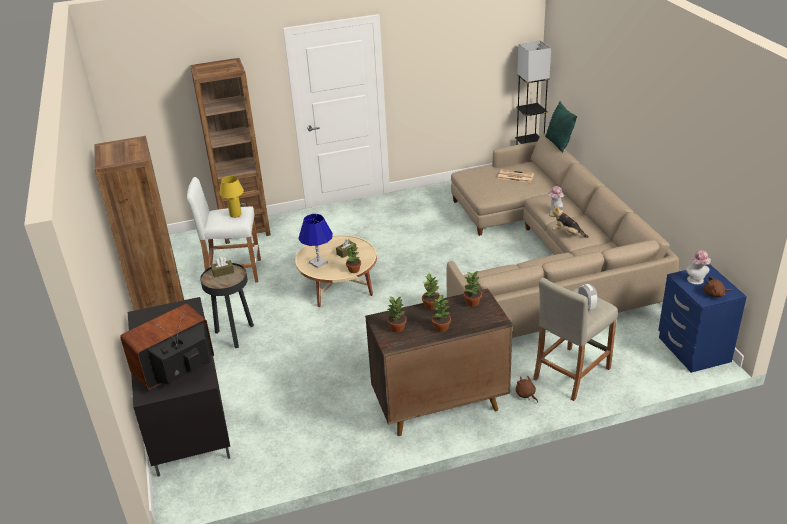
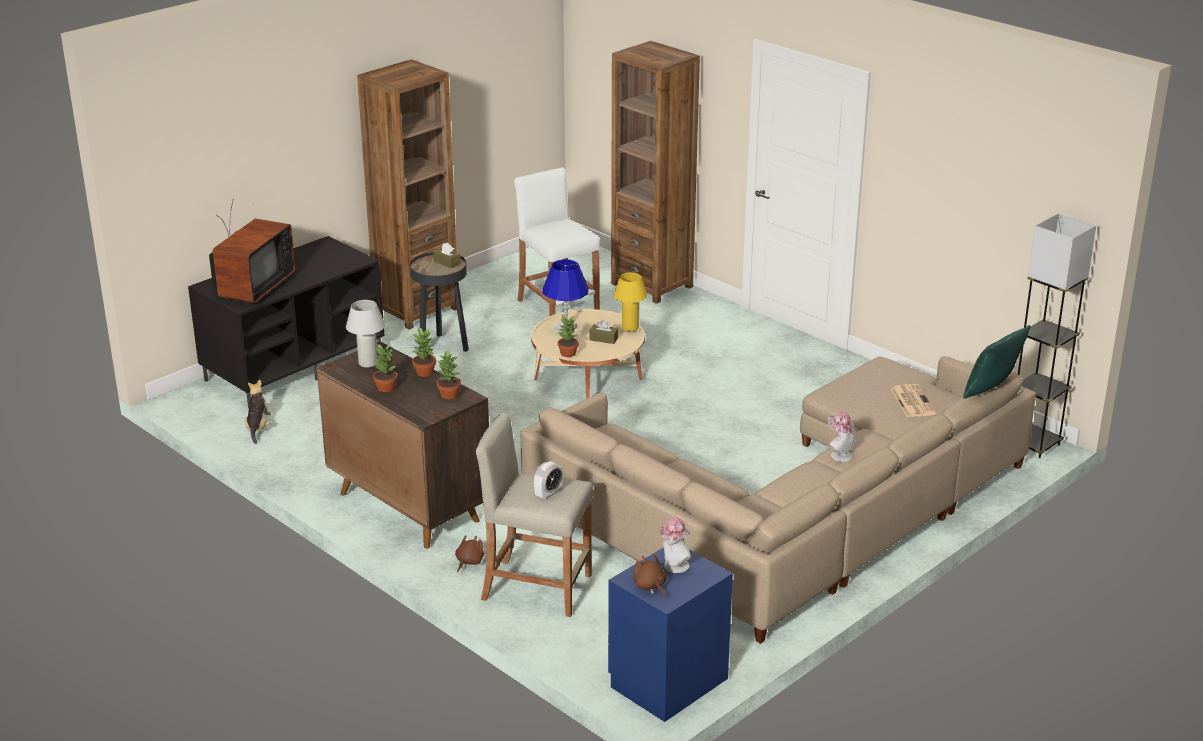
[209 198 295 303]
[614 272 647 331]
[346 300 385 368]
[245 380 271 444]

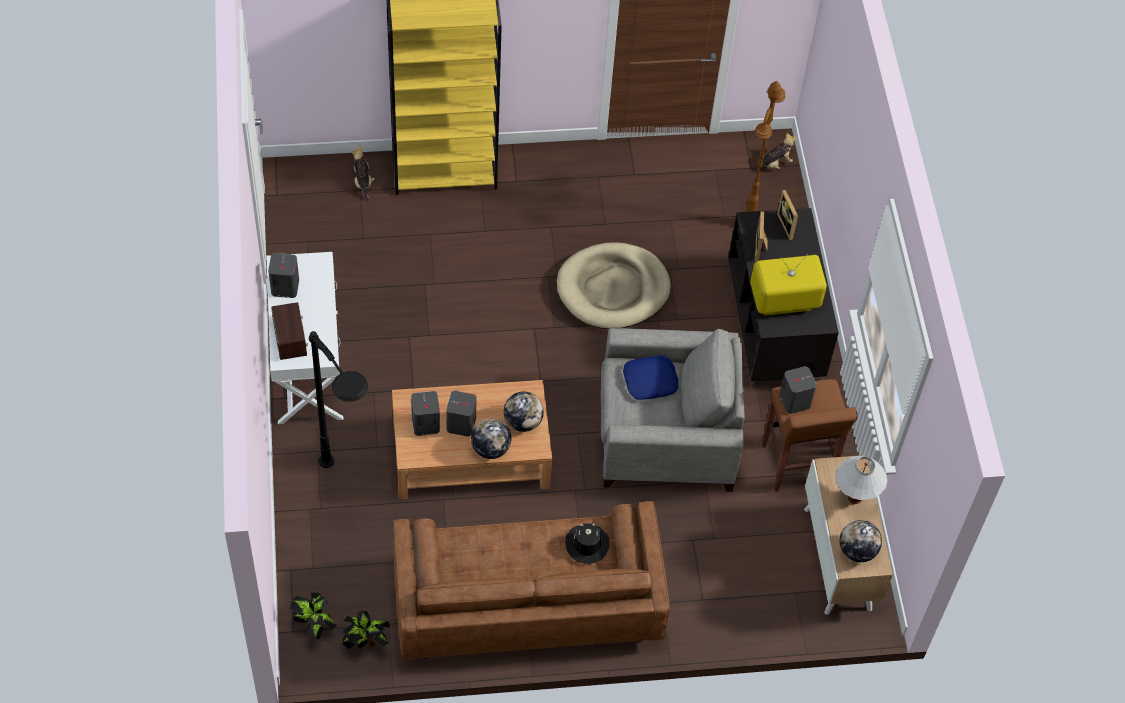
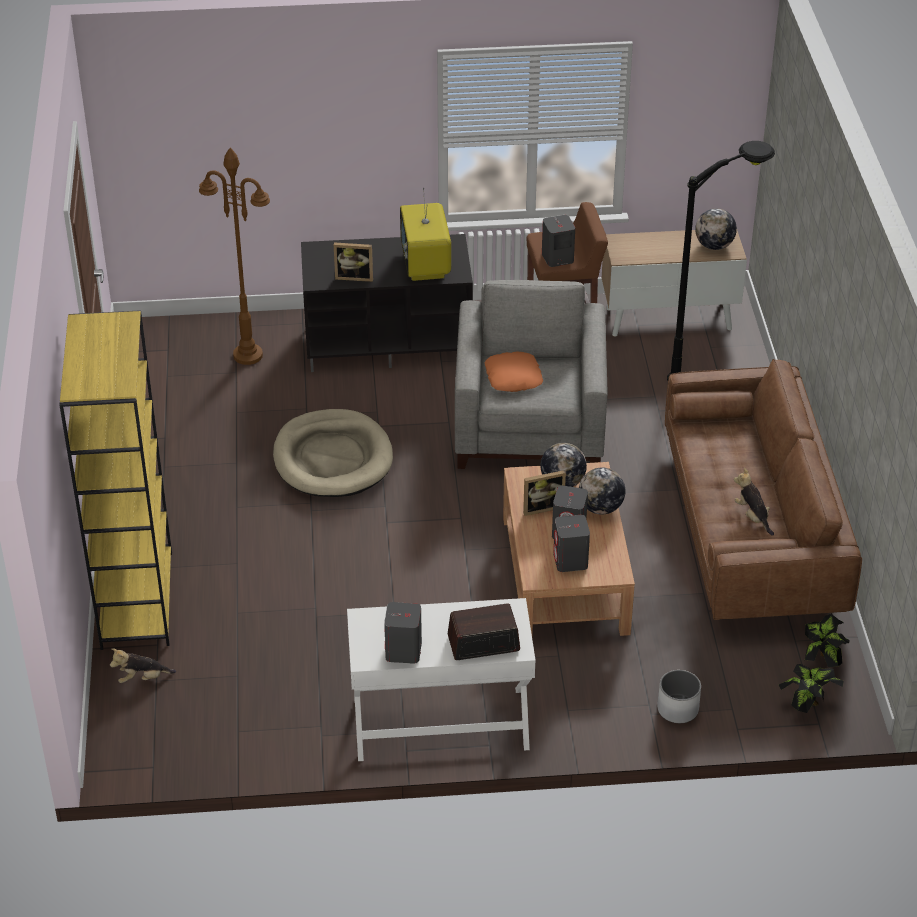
[667 141 775 380]
[565 523 610 564] (first image)
[485 352 543 392]
[734 468 774 536]
[523 470 566 516]
[836 456 887 504] (first image)
[657 670 701 723]

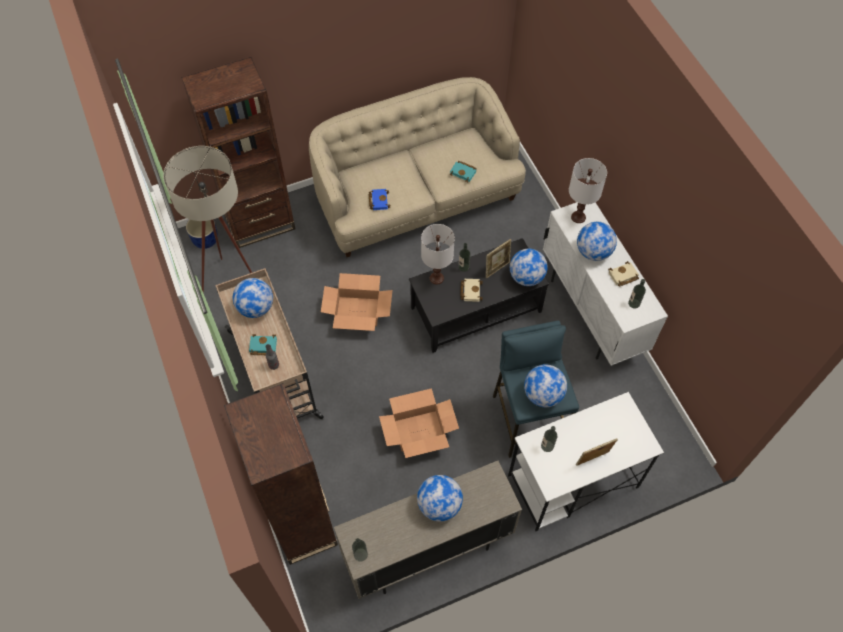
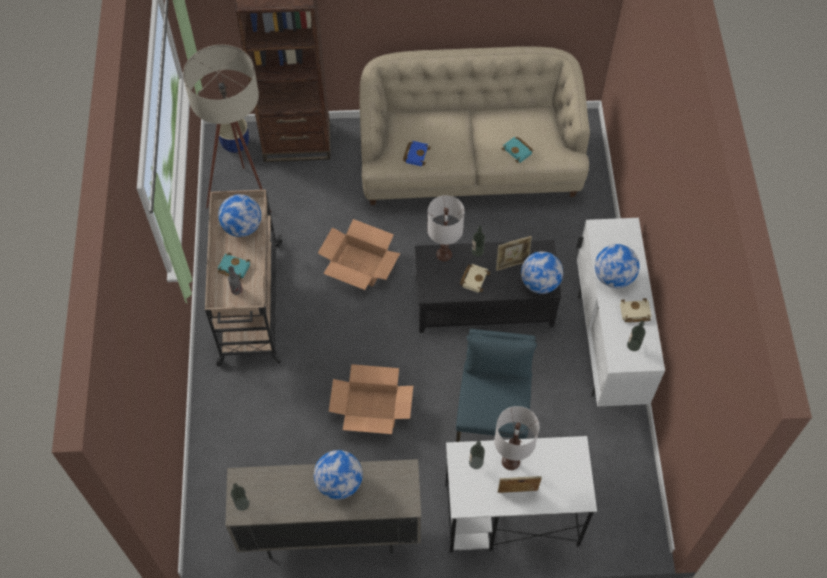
[224 383 338 565] (first image)
[524 364 567 407] (first image)
[494 406 539 470]

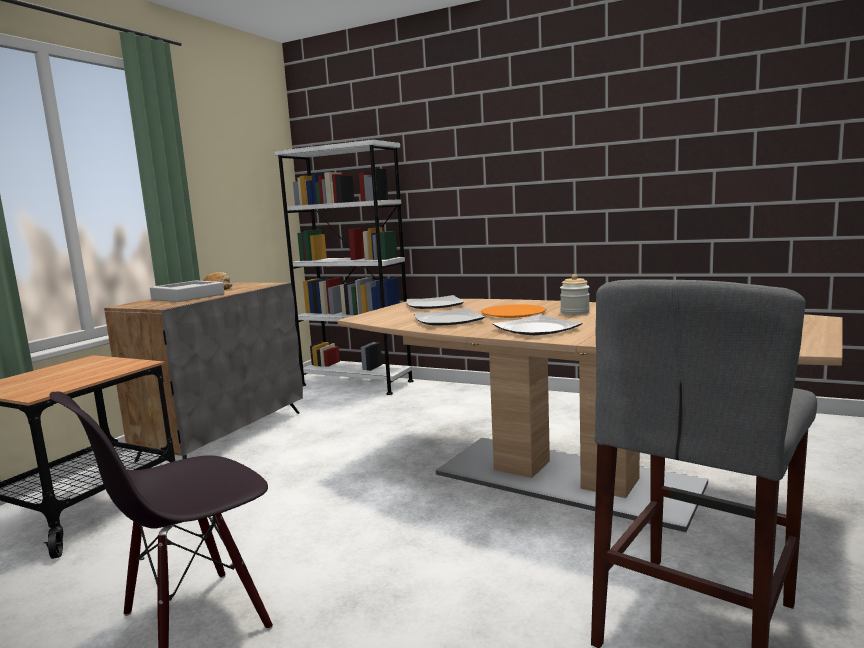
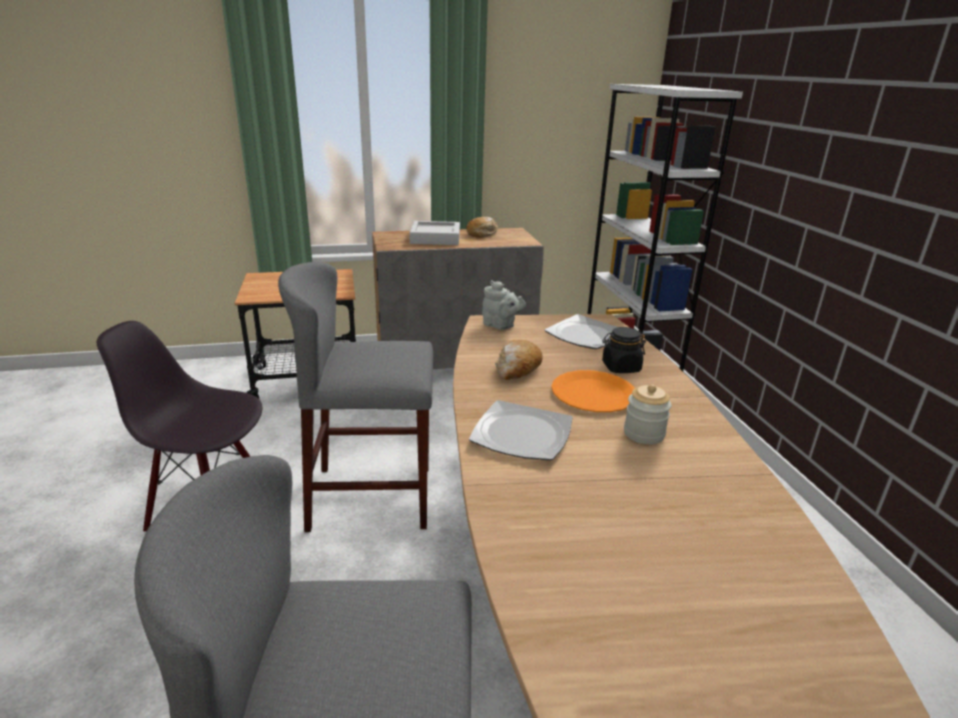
[495 340 543 380]
[278 262 433 532]
[482 280 526 330]
[602 327 646 373]

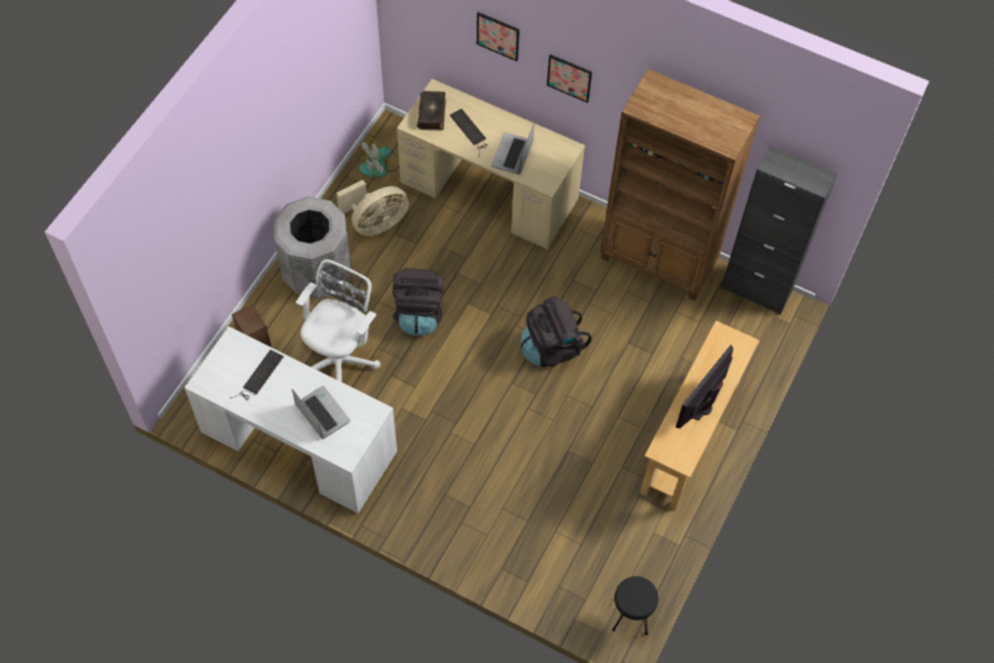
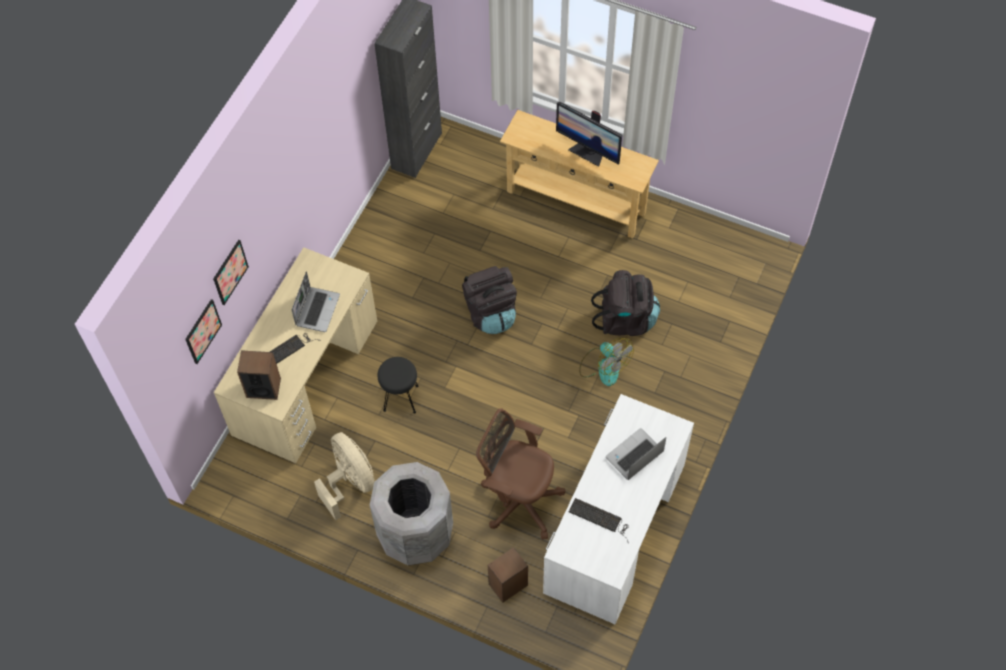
[476 408 565 540]
[579 338 634 386]
[591 270 660 336]
[237 350 281 400]
[292 271 340 332]
[185 299 222 364]
[600 69 760 301] (first image)
[378 357 418 413]

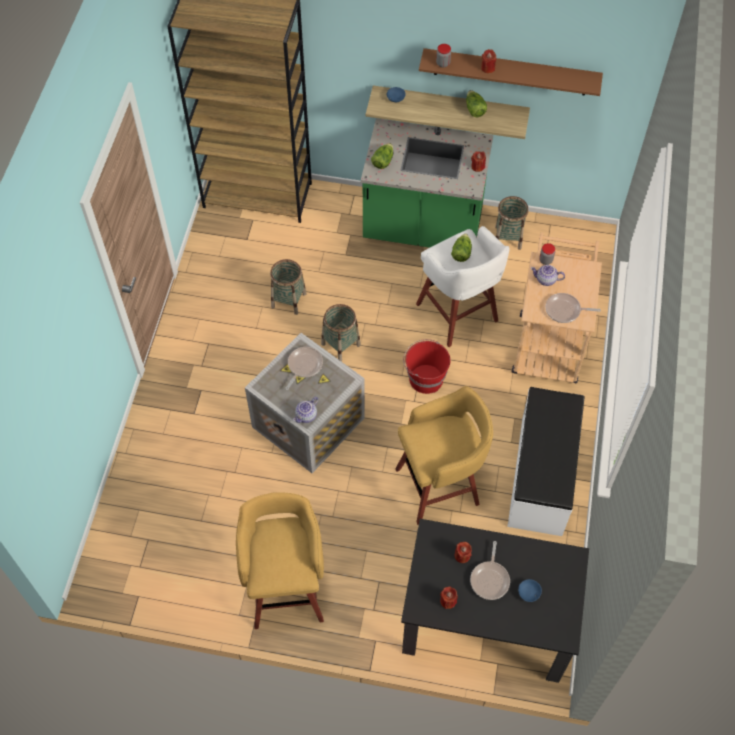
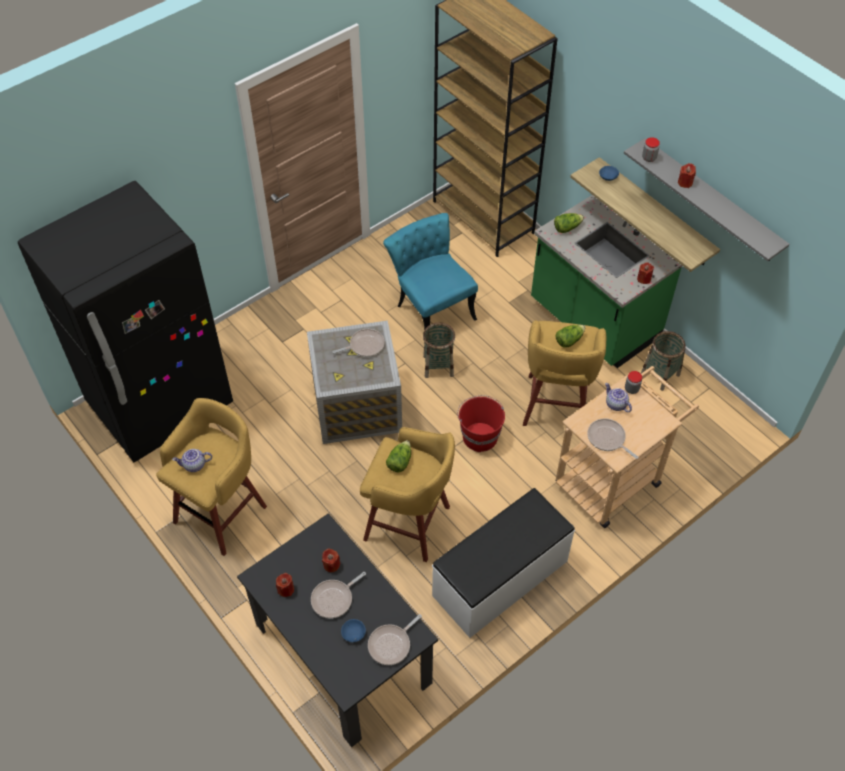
[383 213 478 330]
[172 449 212 472]
[523 320 606 426]
[624 138 789 261]
[386 440 411 472]
[18 181 233 462]
[368 614 422 665]

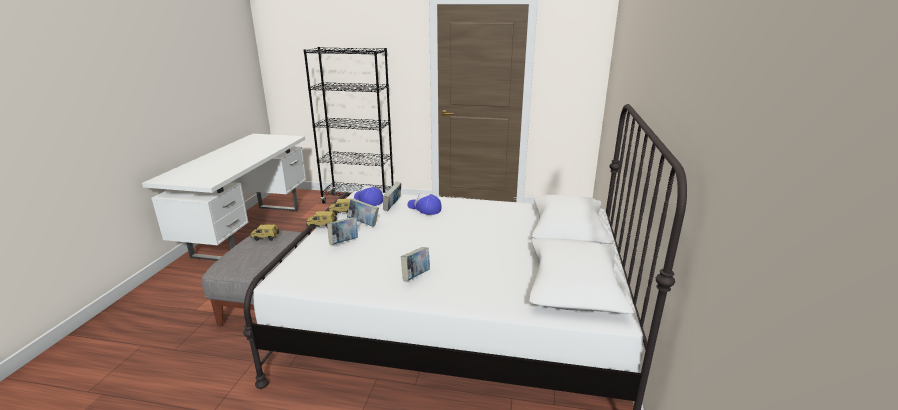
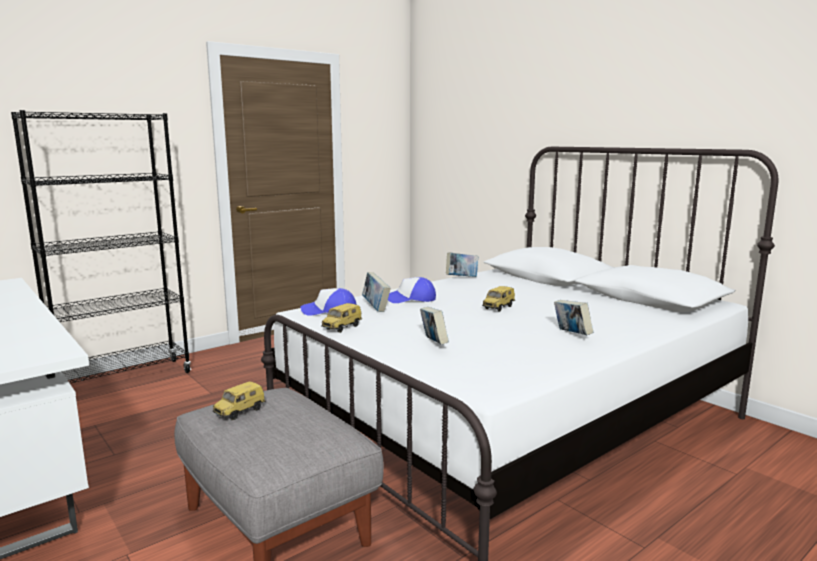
[482 286 515 312]
[446 252 478 277]

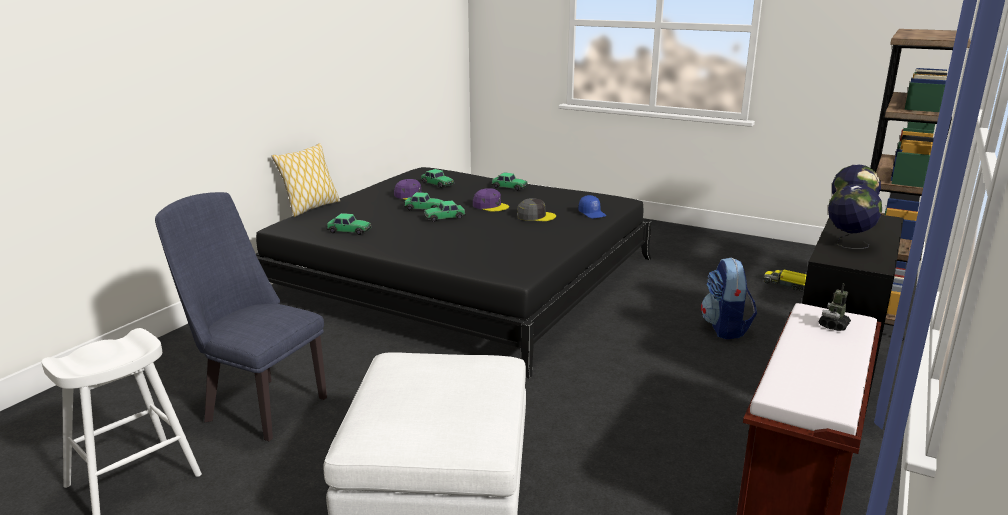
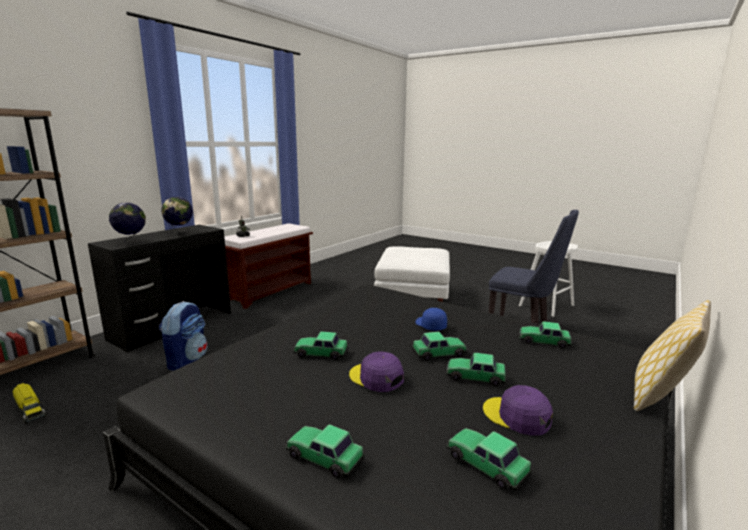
[293 332 348 360]
[415 308 447 331]

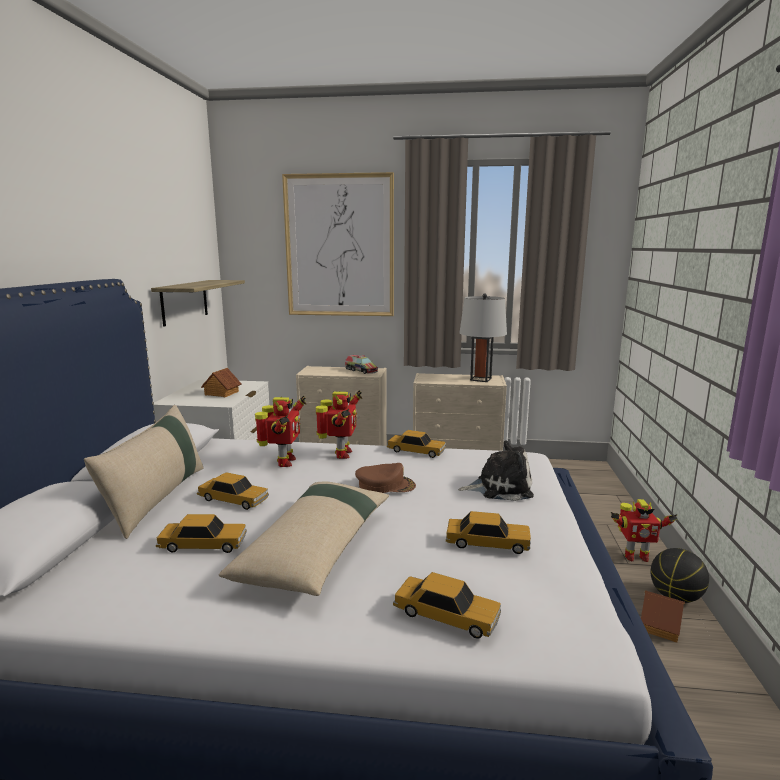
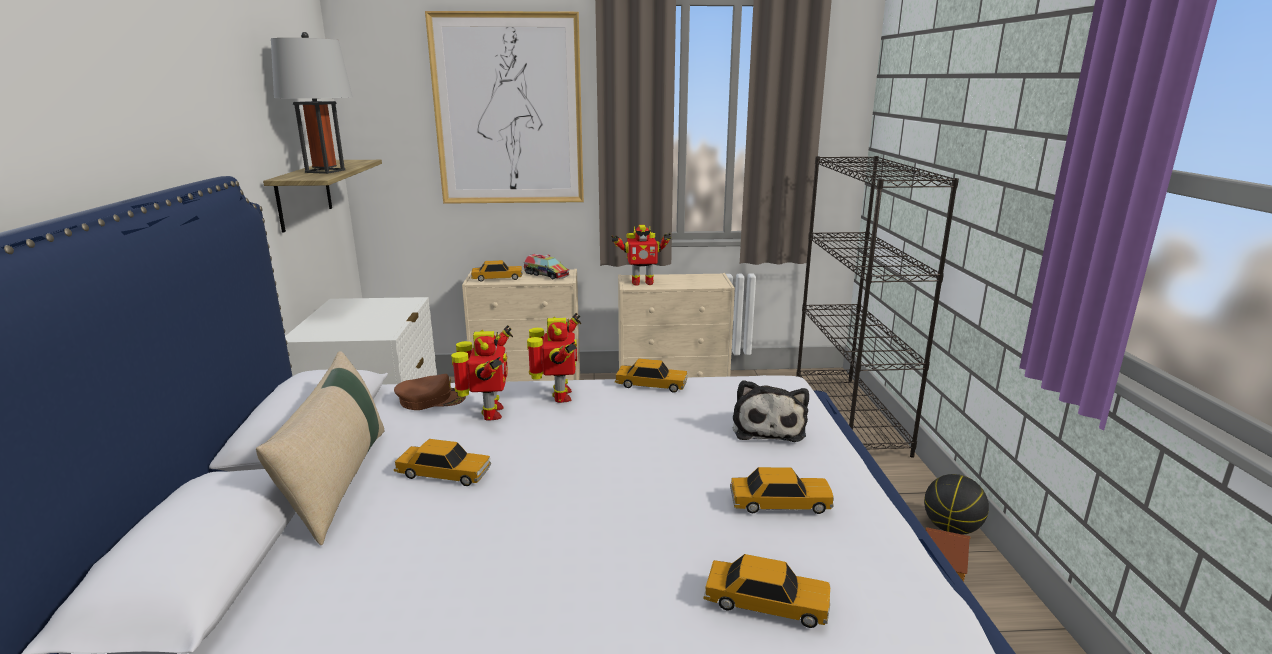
[471 260 523 282]
[201 368 241 397] (first image)
[219 482 389 596] (first image)
[394 374 466 410]
[733 380 809 442]
[271 32 353 174]
[611 225 671 286]
[796 156 959 458]

